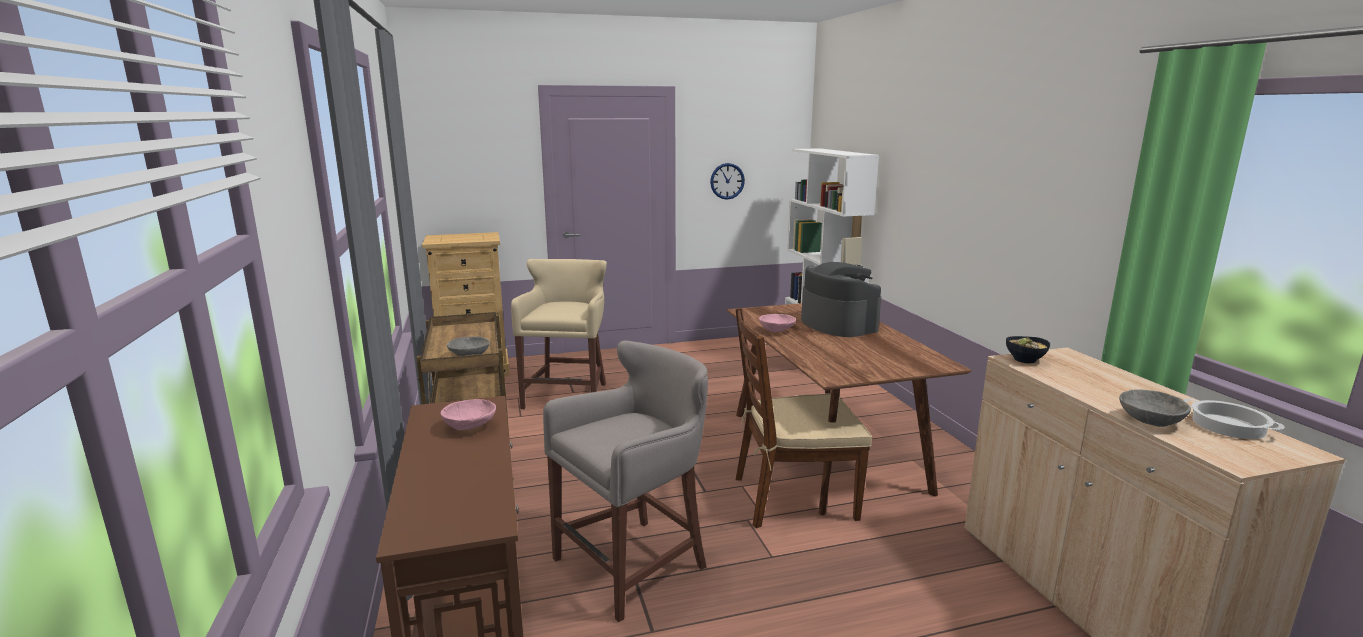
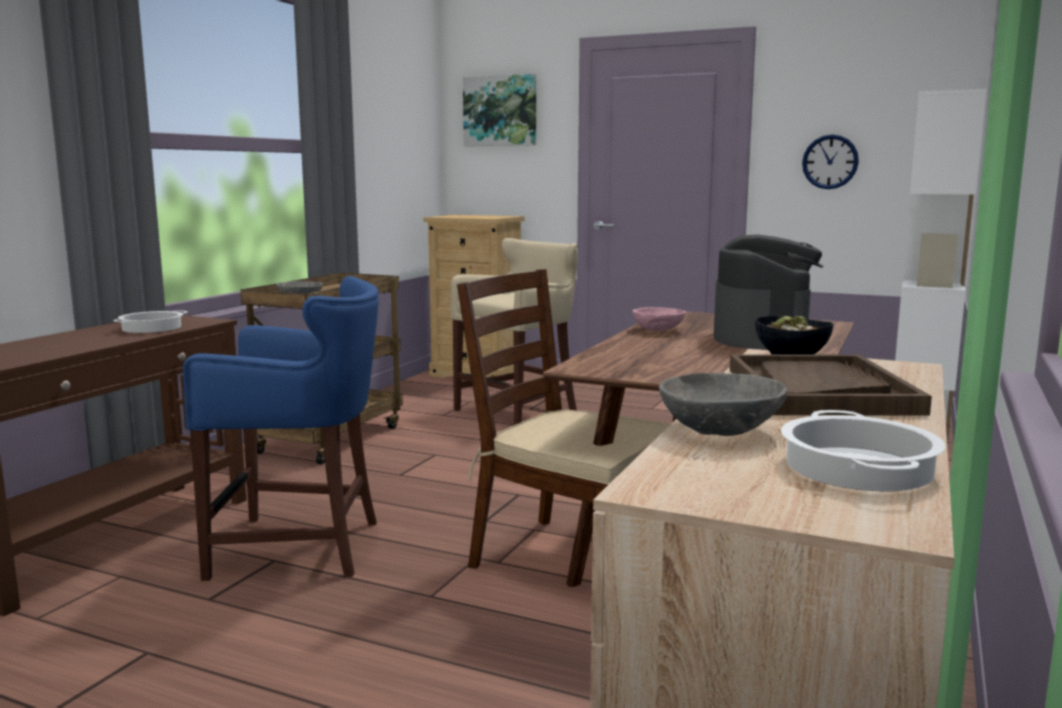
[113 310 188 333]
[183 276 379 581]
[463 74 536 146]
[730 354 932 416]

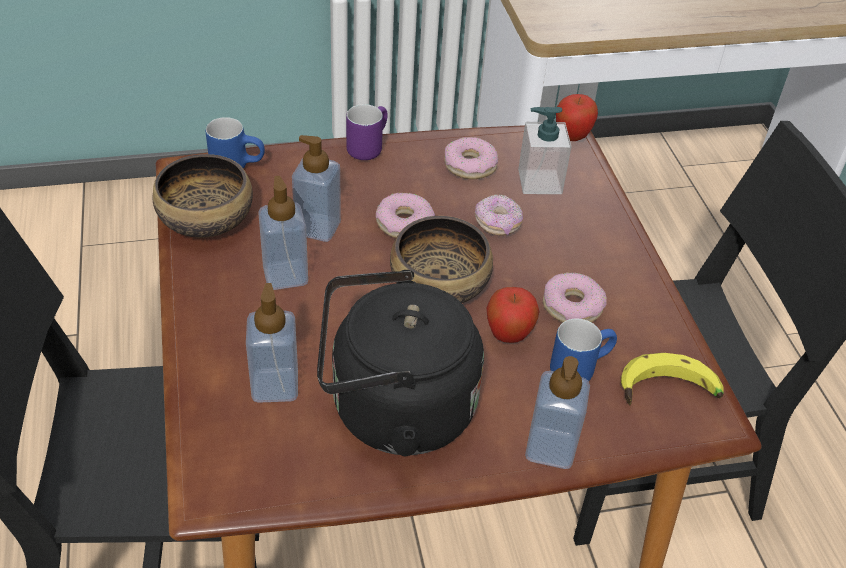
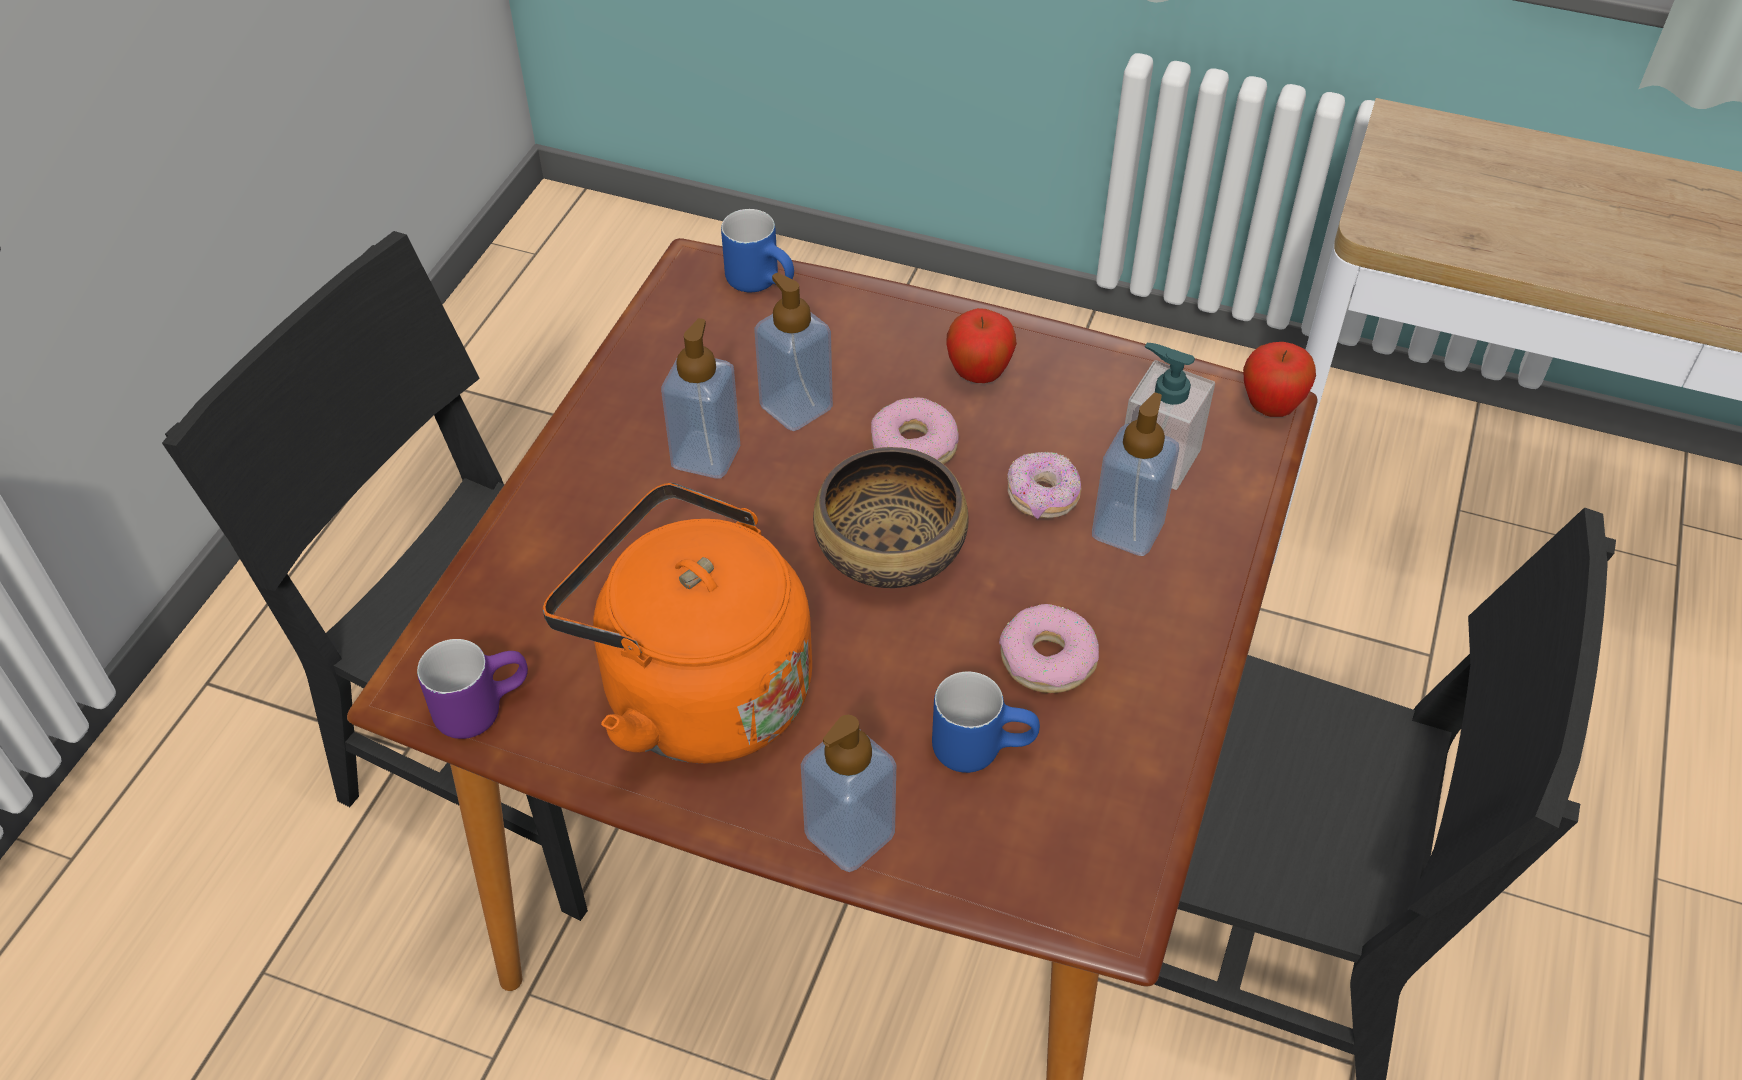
[152 154 253 238] (first image)
[1092 393 1179 556]
[543 483 812 763]
[417 639 528 739]
[444 137 498 179] (first image)
[946 308 1017 383]
[621 353 723 406] (first image)

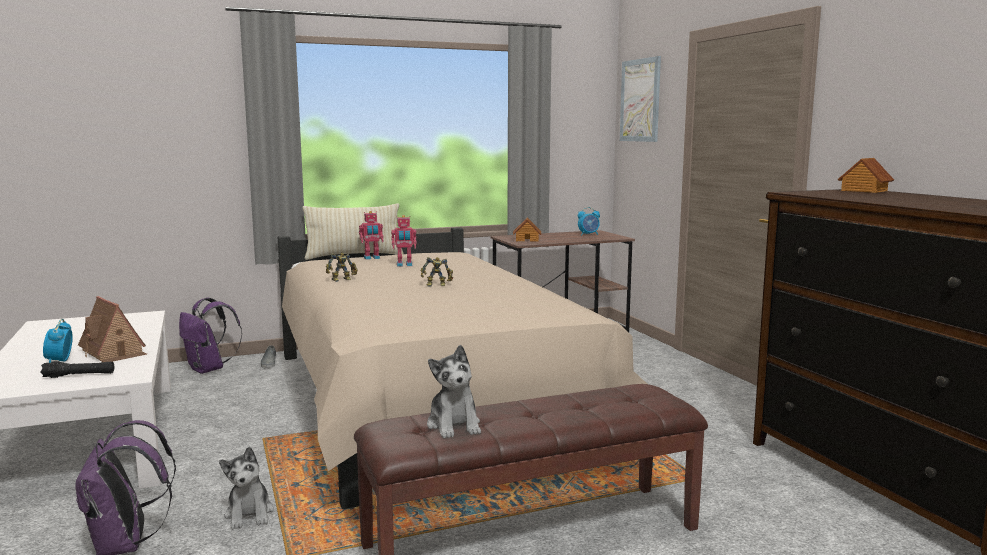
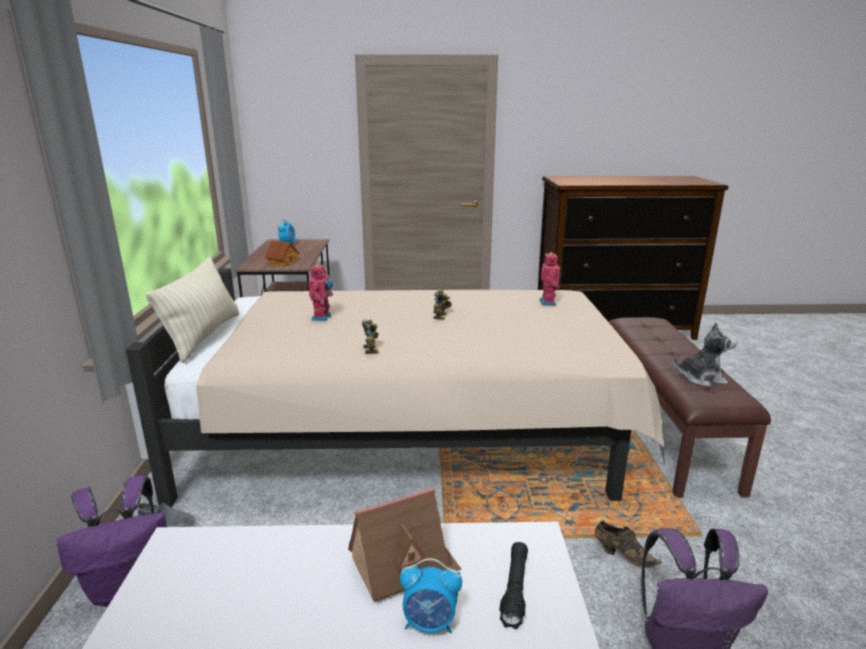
[595 521 662 568]
[539 252 562 305]
[620 56 661 142] (first image)
[838 158 894 193] (first image)

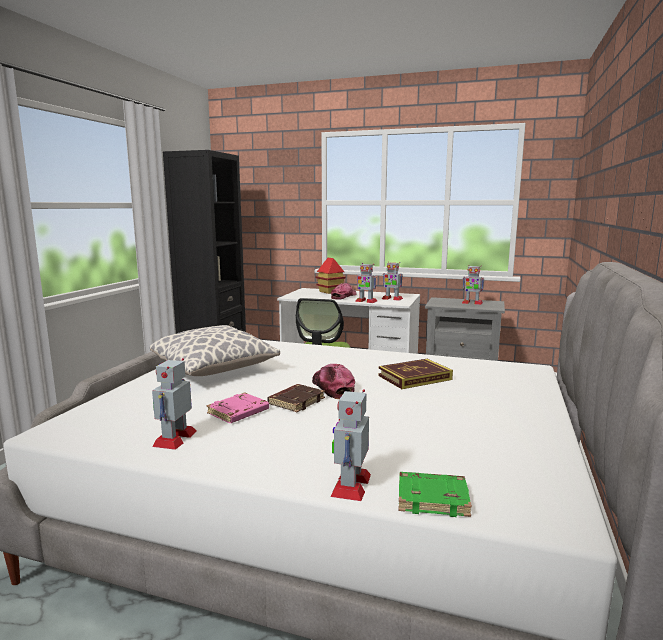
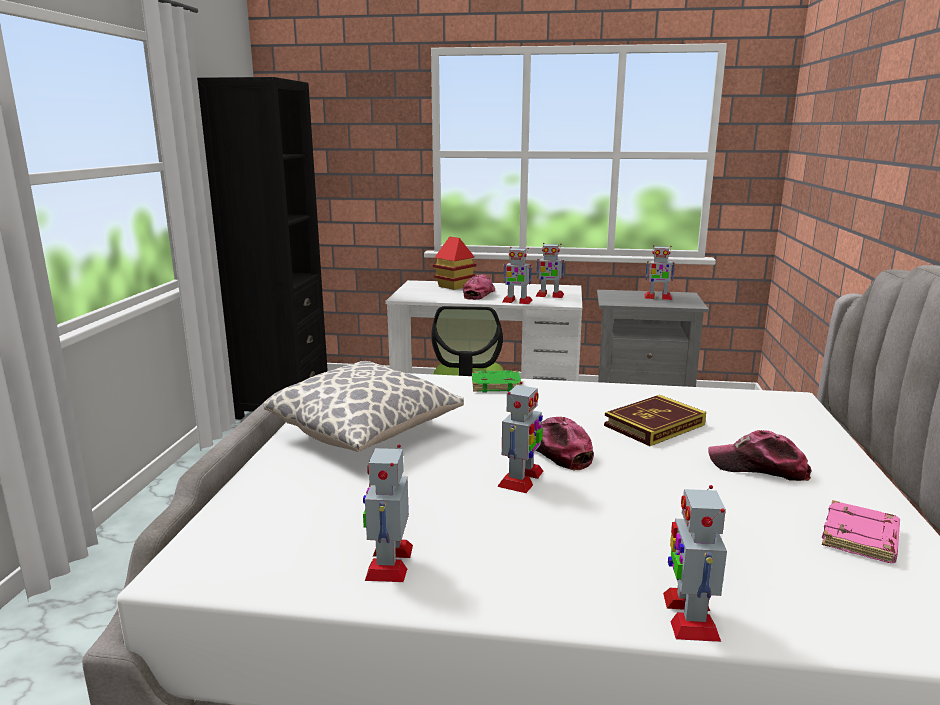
[822 500 900 563]
[497 381 543 493]
[472 370 522 393]
[708 430 811 481]

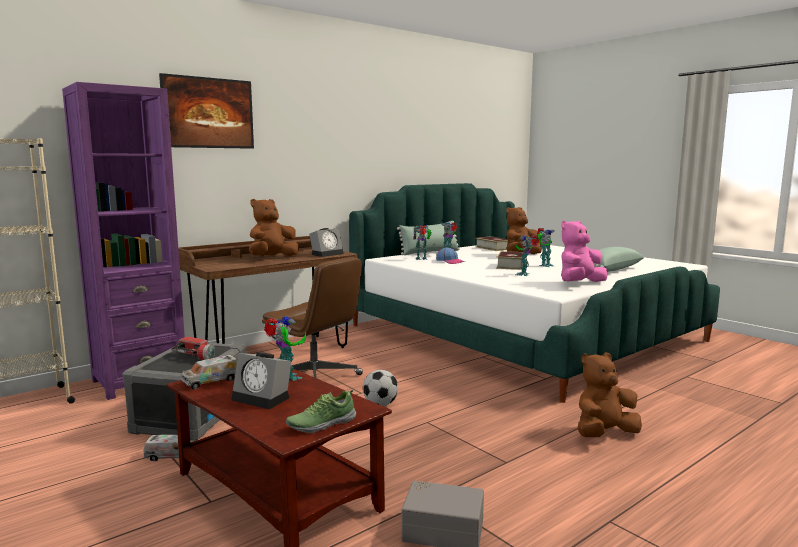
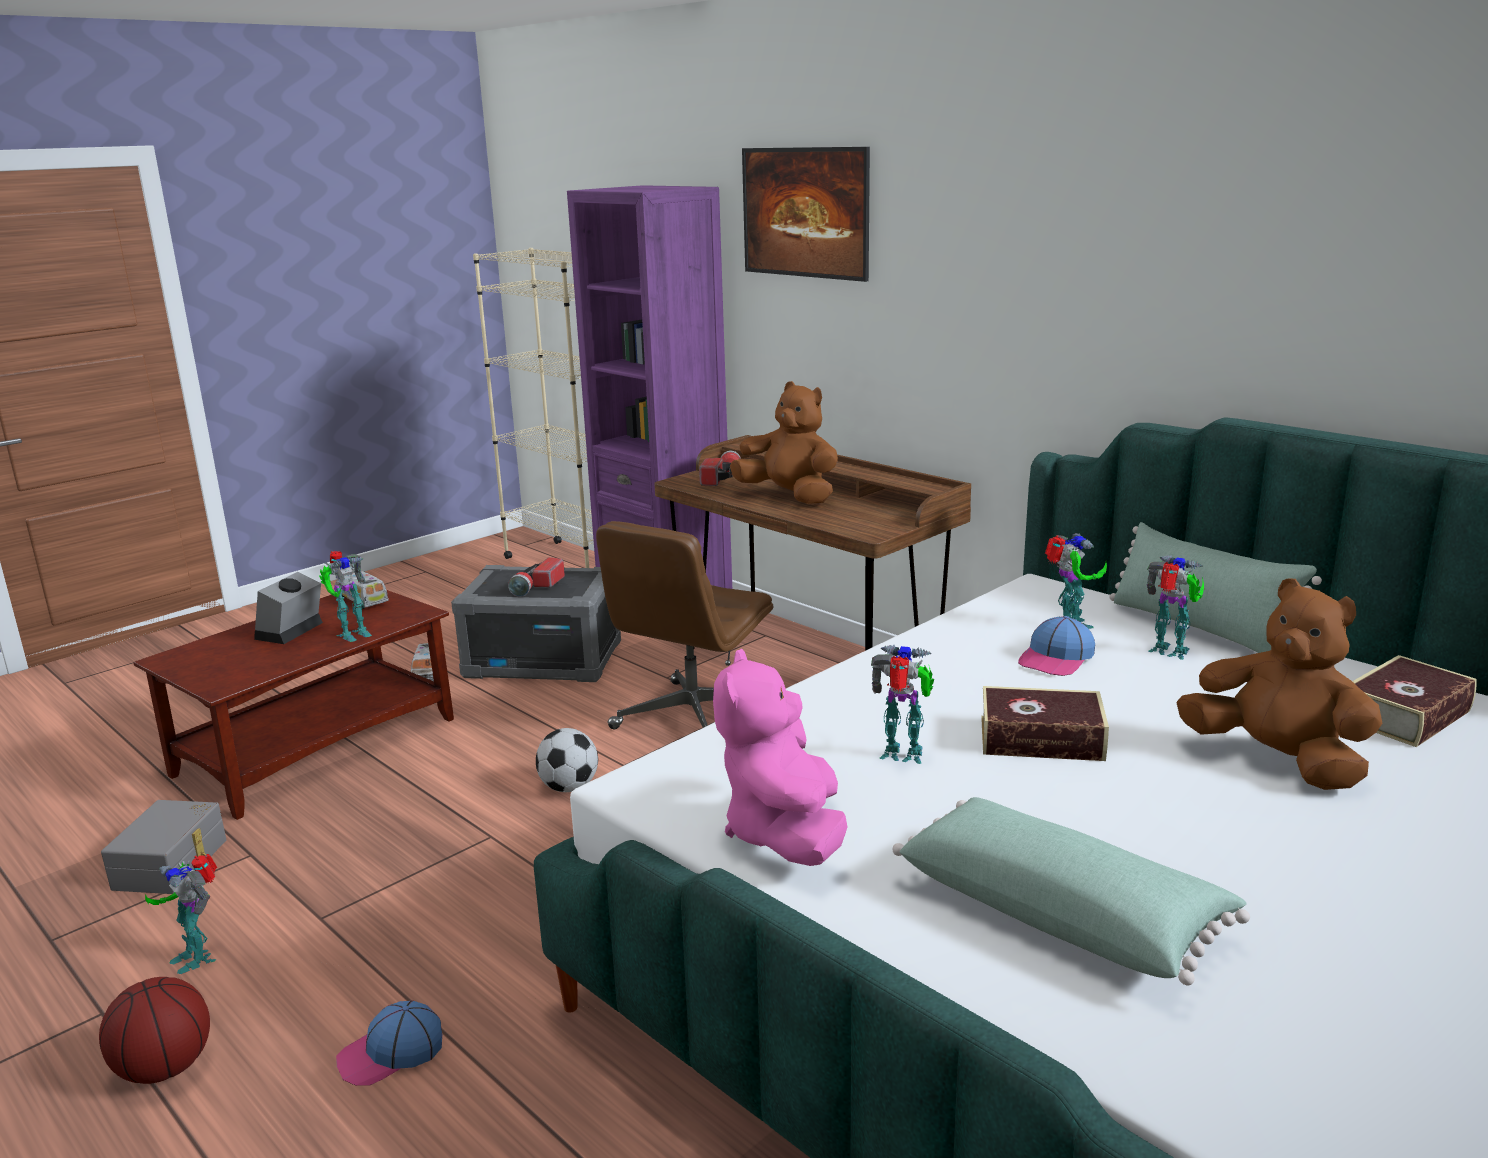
[286 390 356 433] (first image)
[309 228 344 257] (first image)
[145 854 218 974]
[713 649 847 866]
[336 1001 442 1086]
[99 977 210 1084]
[699 450 741 486]

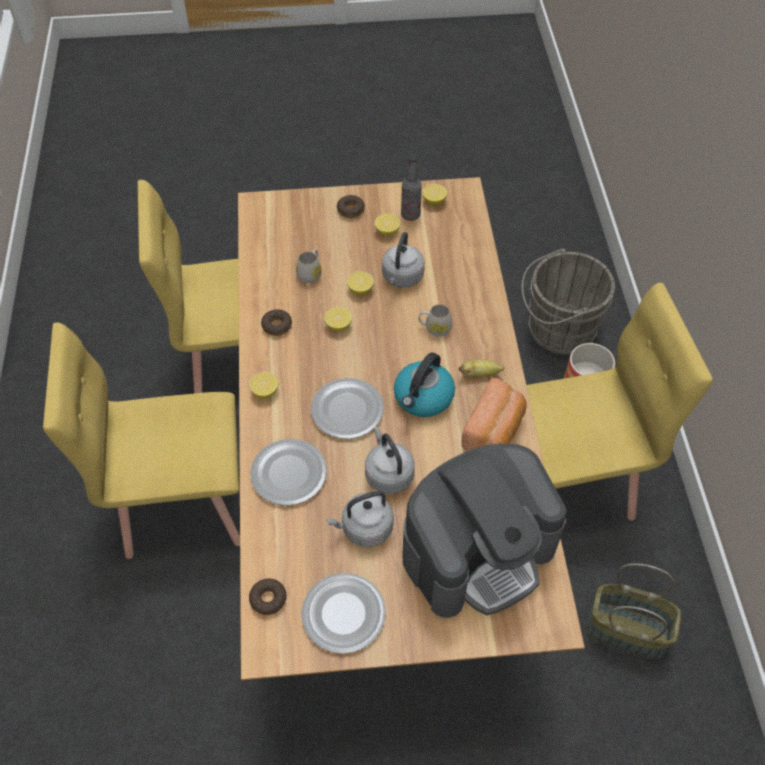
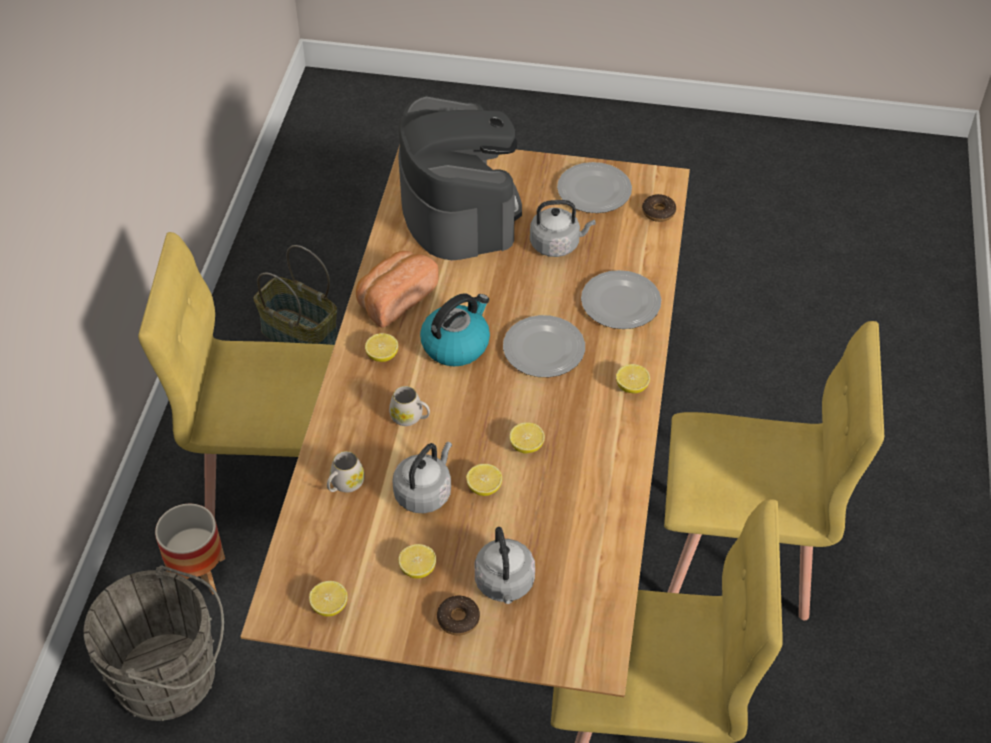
[261 309 292 336] (first image)
[327 451 365 492]
[475 527 535 604]
[401 154 422 221] (first image)
[398 95 522 260]
[365 333 398 362]

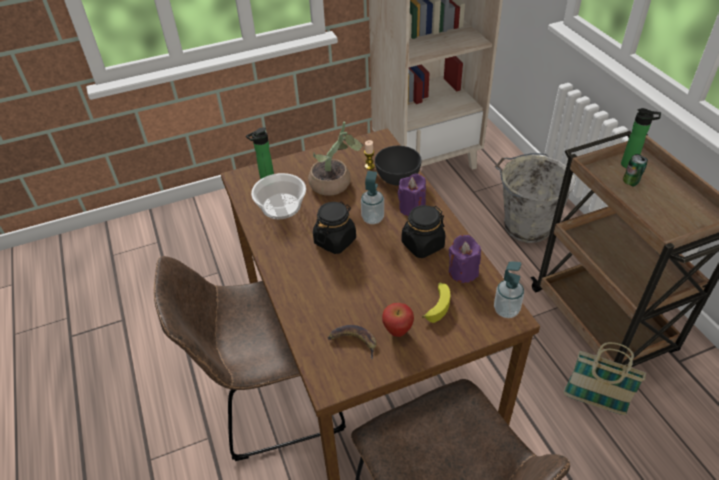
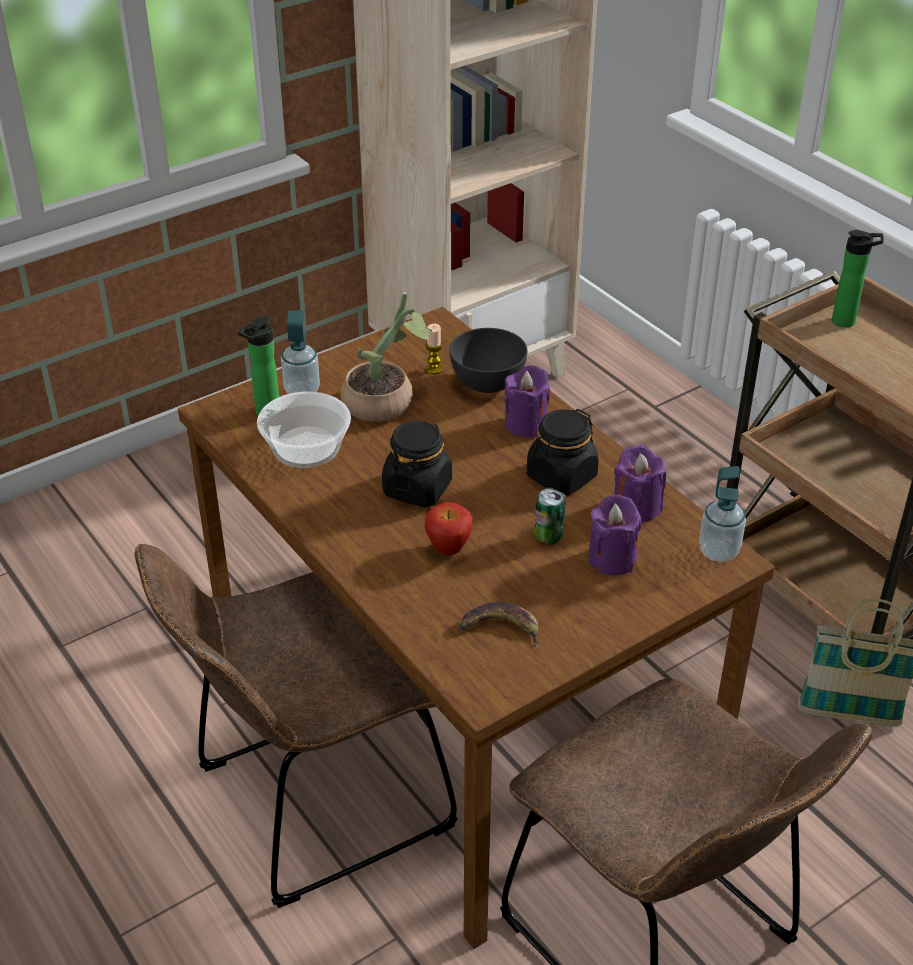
[281 310 320 394]
[425 502 473 555]
[588 495 641 576]
[495 153 575 243] (first image)
[534 487 566 545]

